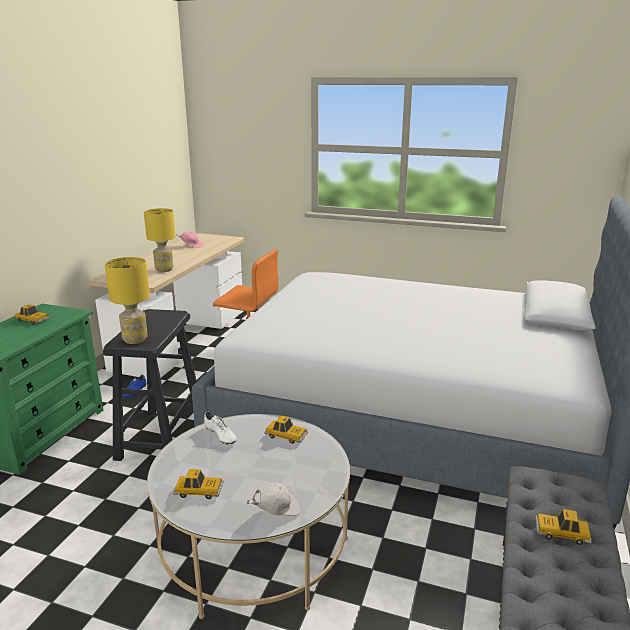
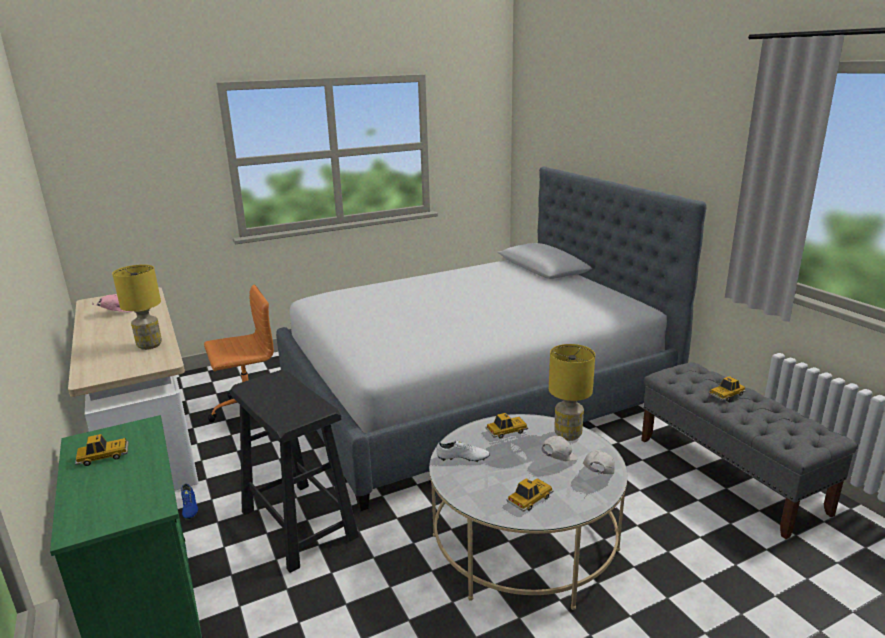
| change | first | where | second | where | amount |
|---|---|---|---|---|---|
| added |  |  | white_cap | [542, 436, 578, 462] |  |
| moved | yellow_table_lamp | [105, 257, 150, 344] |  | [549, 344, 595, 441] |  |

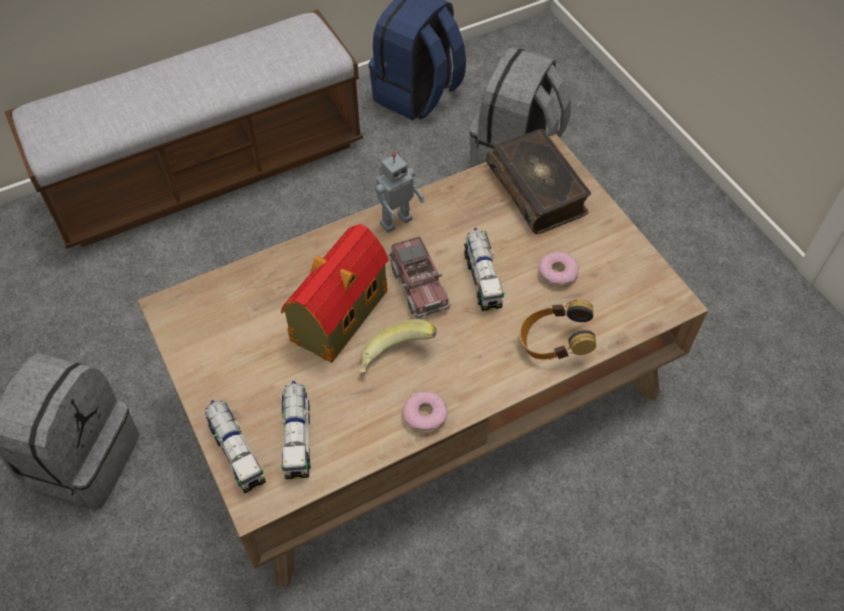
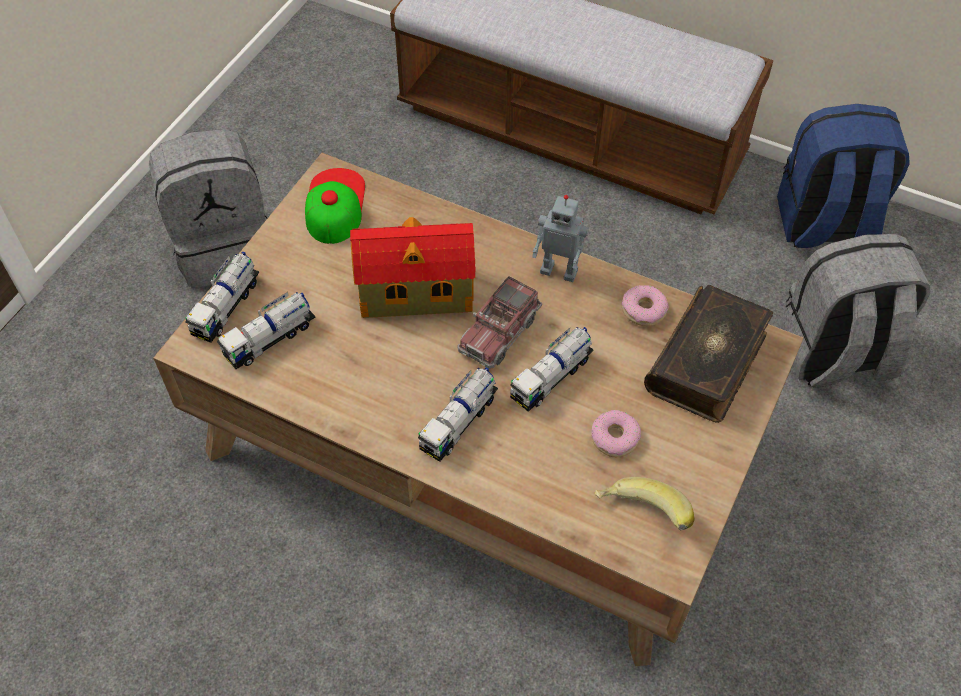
| change | first | where | second | where | amount |
|---|---|---|---|---|---|
| added |  |  | cap | [305, 168, 365, 244] |  |
| added |  |  | toy_truck | [418, 367, 498, 462] |  |
| moved | banana | [358, 319, 436, 373] |  | [594, 477, 694, 530] |  |
| moved | donut | [403, 391, 448, 434] |  | [622, 285, 669, 326] |  |
| removed | headphones | [520, 299, 596, 360] |  |  |  |

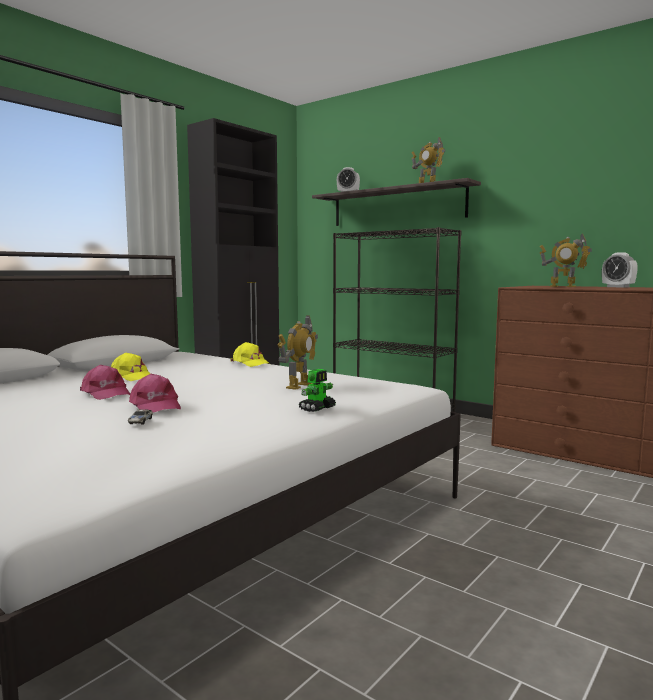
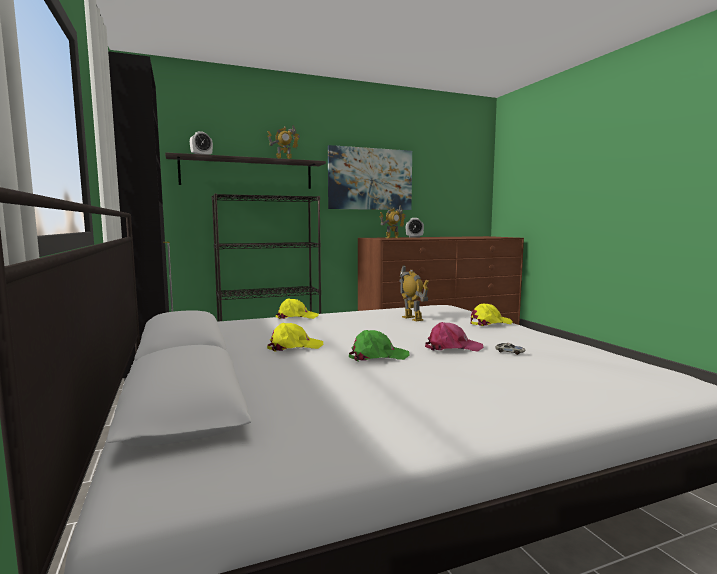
| change | first | where | second | where | amount |
|---|---|---|---|---|---|
| added |  |  | picture | [328, 145, 412, 210] |  |
| recoloured | pink_cap | [80, 365, 130, 400] | green_cap | [349, 330, 409, 361] |  |
| replaced | toy_robot | [299, 369, 336, 412] | yellow_cap | [470, 303, 513, 326] |  |

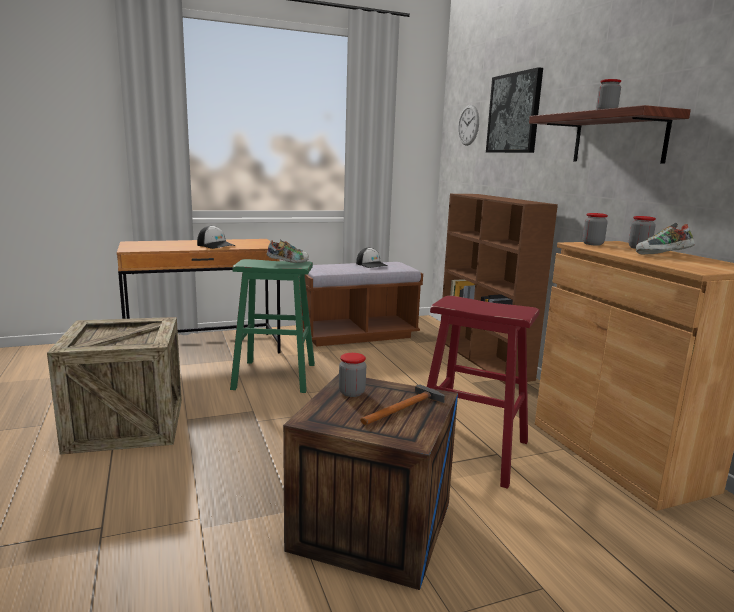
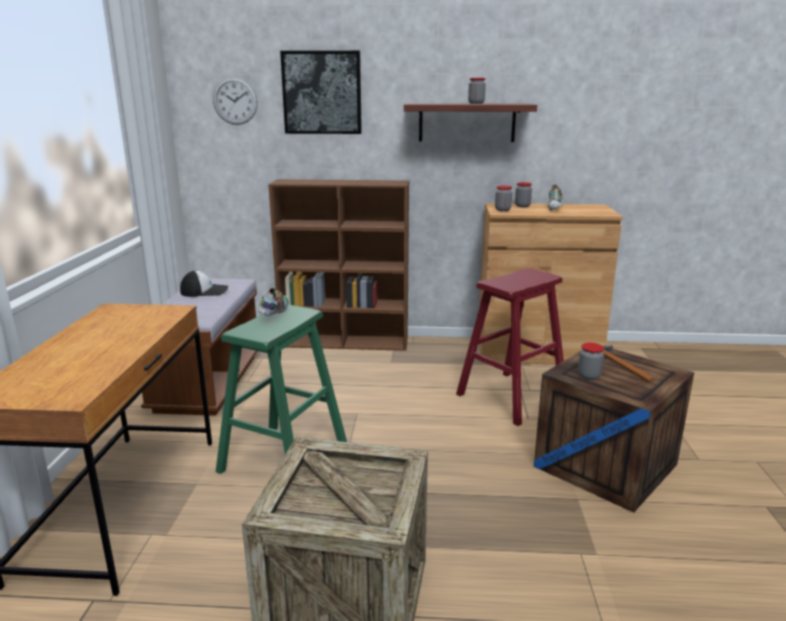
| change | first | where | second | where | amount |
|---|---|---|---|---|---|
| removed | cap | [197, 225, 236, 249] |  |  |  |

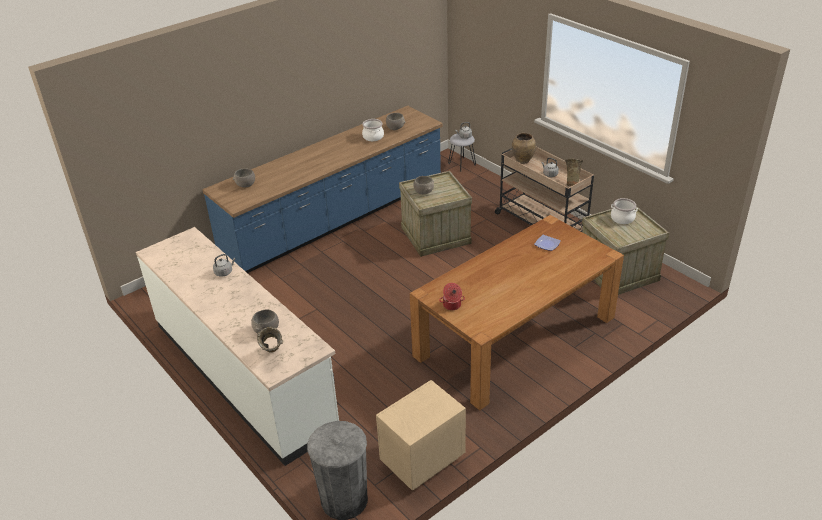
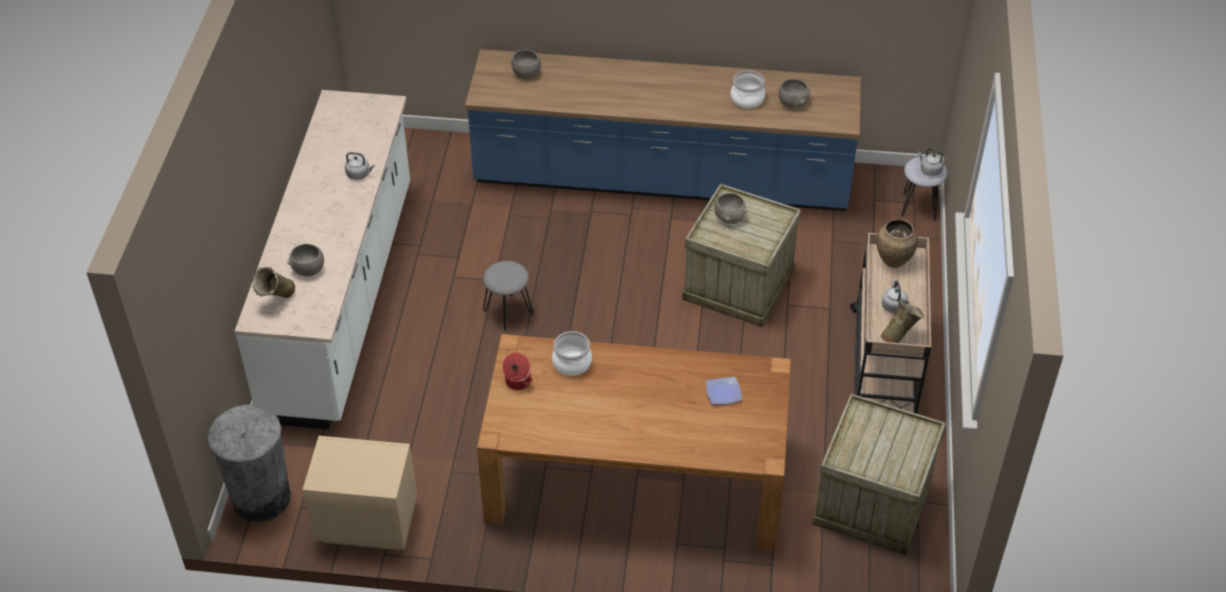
| change | first | where | second | where | amount |
|---|---|---|---|---|---|
| added |  |  | grey_stool | [483, 261, 533, 332] |  |
| moved | cooking_pot | [611, 198, 638, 224] |  | [552, 331, 592, 376] |  |

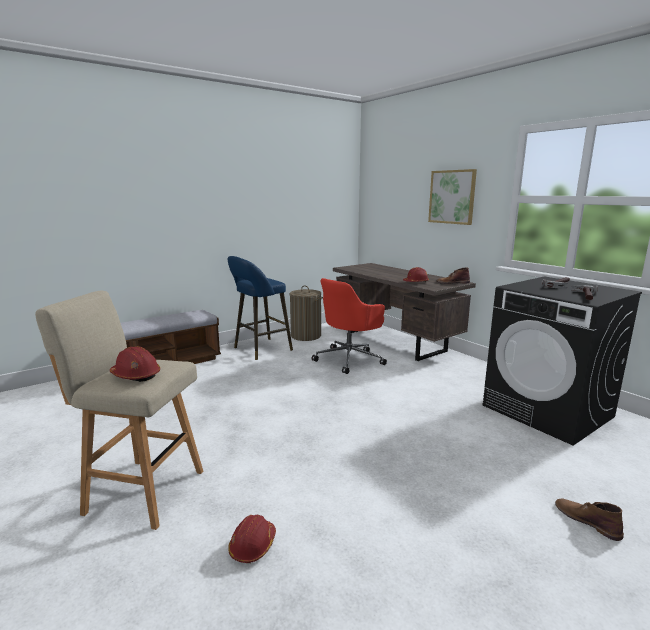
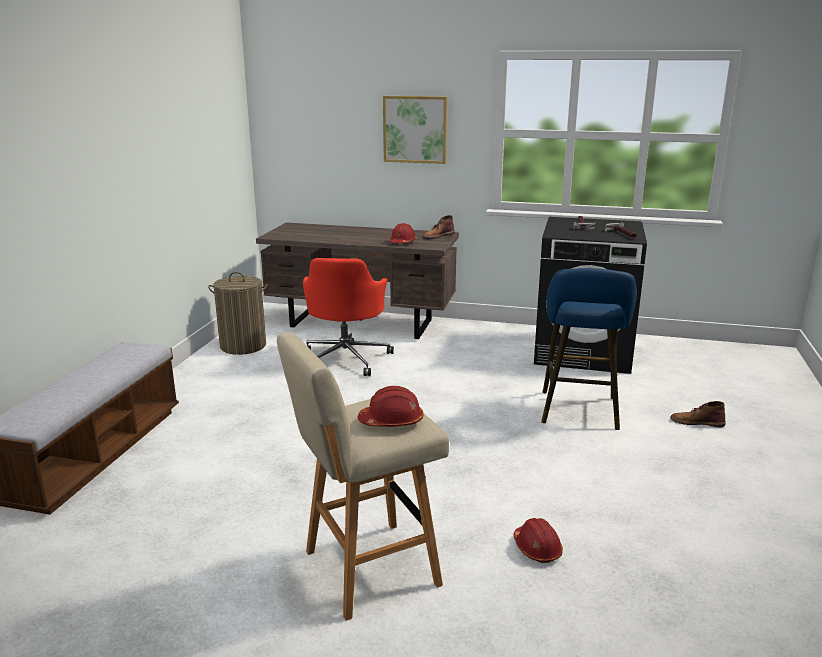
| change | first | where | second | where | amount |
|---|---|---|---|---|---|
| moved | blue_stool | [228, 256, 293, 360] |  | [541, 268, 637, 430] |  |

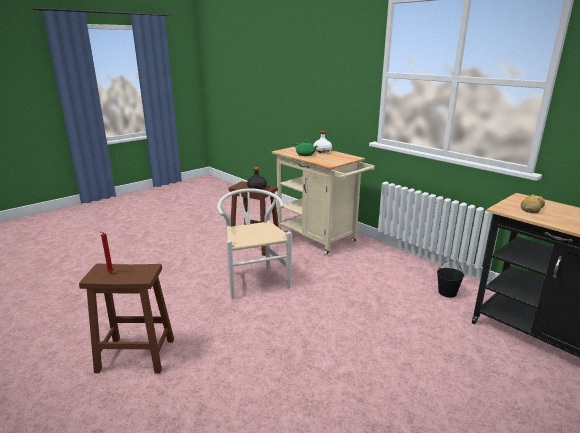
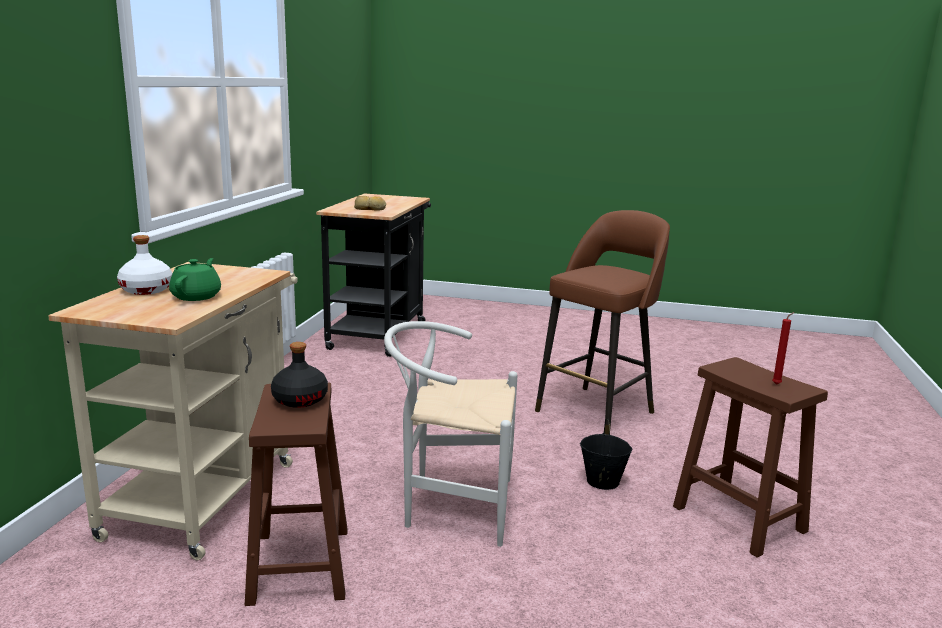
| change | first | where | second | where | amount |
|---|---|---|---|---|---|
| turned | white_chair | [217, 188, 291, 299] |  | [384, 321, 518, 547] | 60 degrees clockwise |
| added |  |  | brown_stool | [535, 210, 670, 435] |  |
| moved | black_bucket | [437, 260, 464, 298] |  | [580, 419, 632, 490] |  |

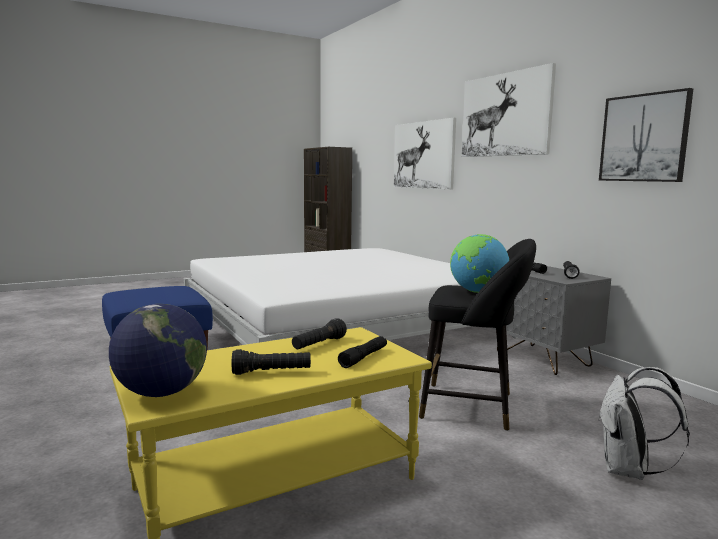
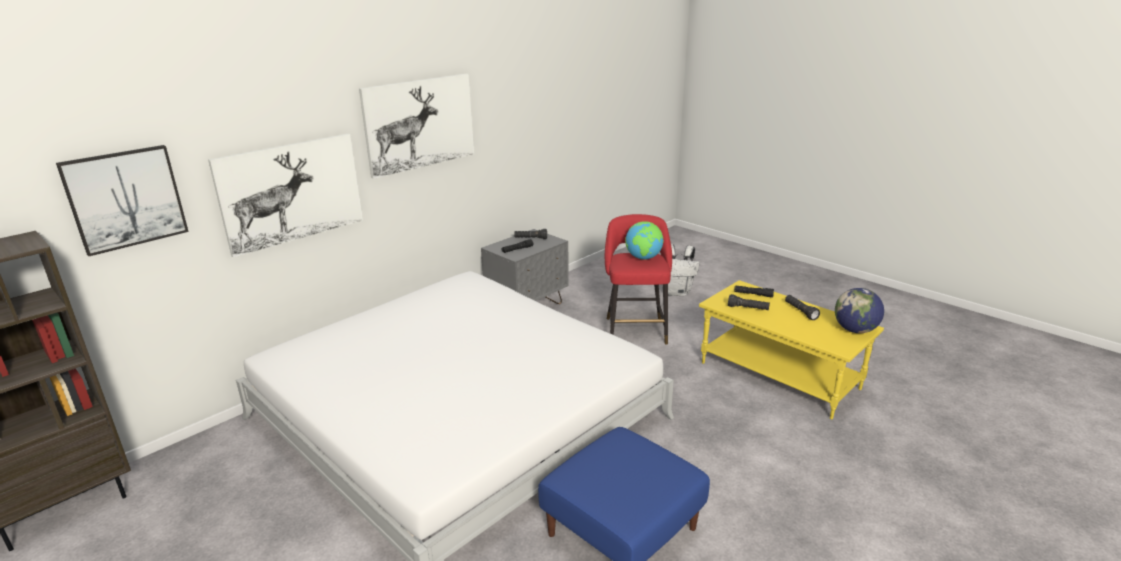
| change | first | where | second | where | amount |
|---|---|---|---|---|---|
| moved | picture | [599, 88, 693, 182] |  | [56, 145, 189, 256] |  |
| recoloured | black_stool | [419, 239, 536, 431] | red_stool | [605, 214, 672, 345] |  |

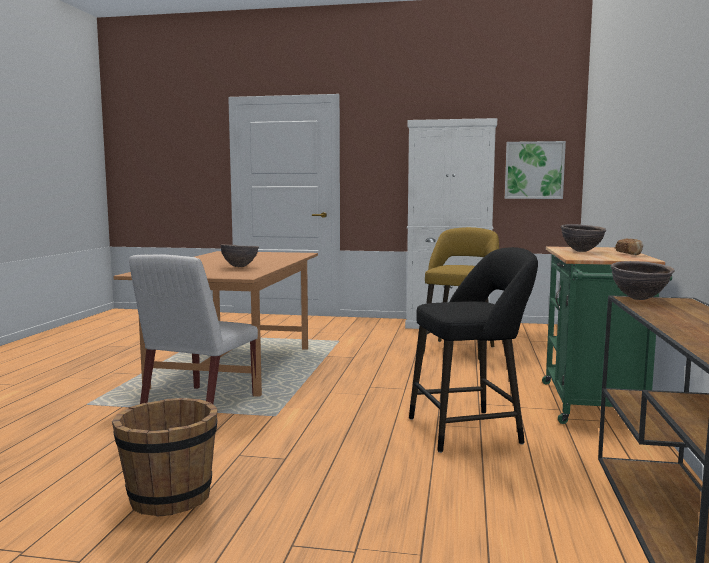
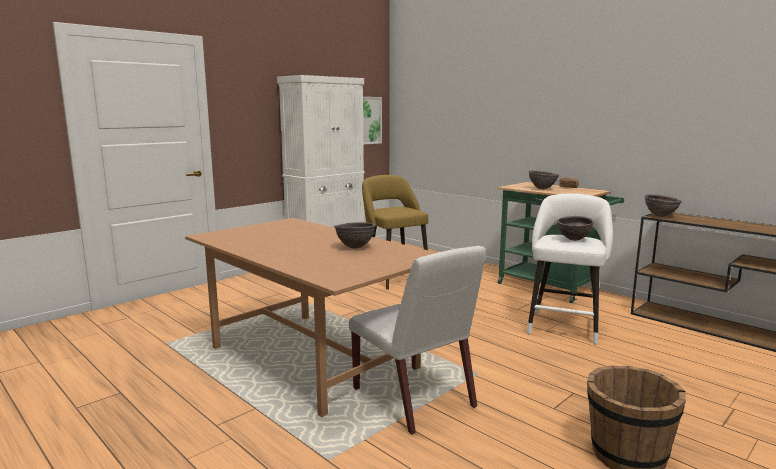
| change | first | where | second | where | amount |
|---|---|---|---|---|---|
| recoloured | black_stool | [409, 247, 538, 453] | white_stool | [527, 193, 613, 345] |  |
| added |  |  | brown_bowl | [557, 216, 594, 241] |  |

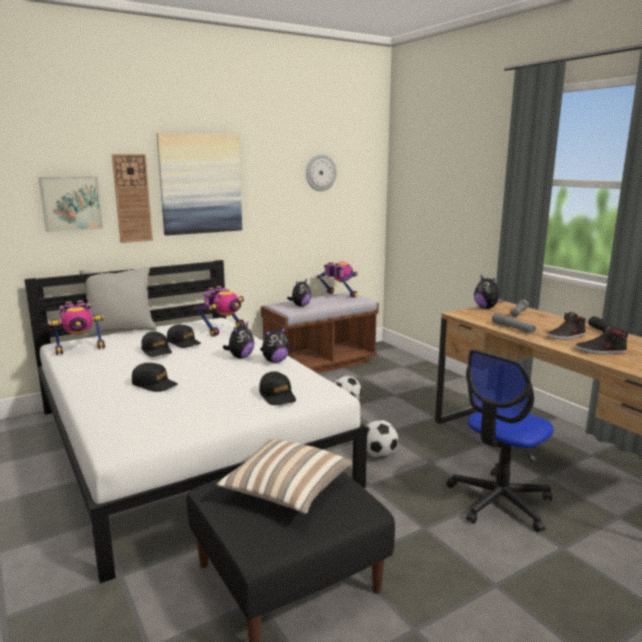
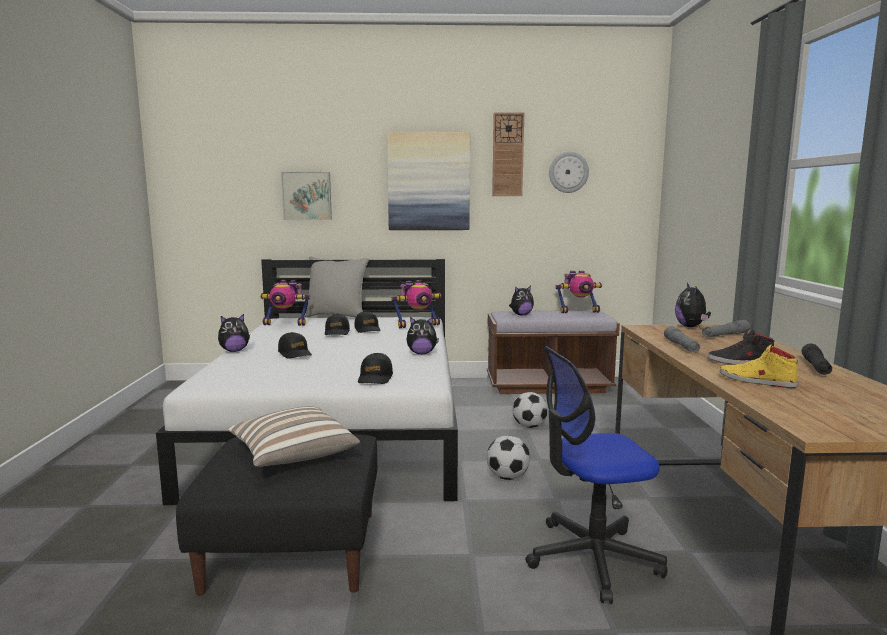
| change | first | where | second | where | amount |
|---|---|---|---|---|---|
| moved | plush_toy | [223, 322, 254, 358] |  | [218, 314, 250, 352] |  |
| moved | wall_clock | [112, 154, 153, 243] |  | [492, 112, 524, 196] |  |
| turned | toy_robot | [317, 262, 358, 298] |  | [555, 271, 602, 313] | 105 degrees clockwise |
| recoloured | black_shoe | [575, 326, 627, 354] | yellow_shoe | [720, 344, 799, 388] |  |

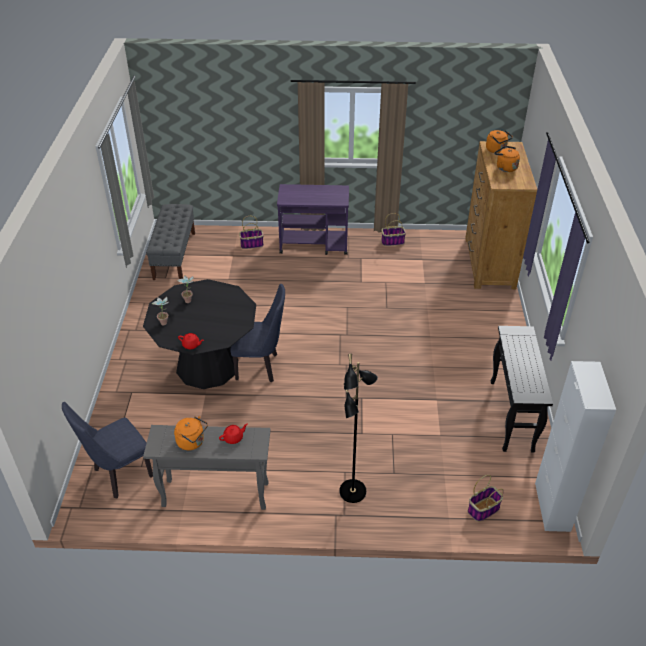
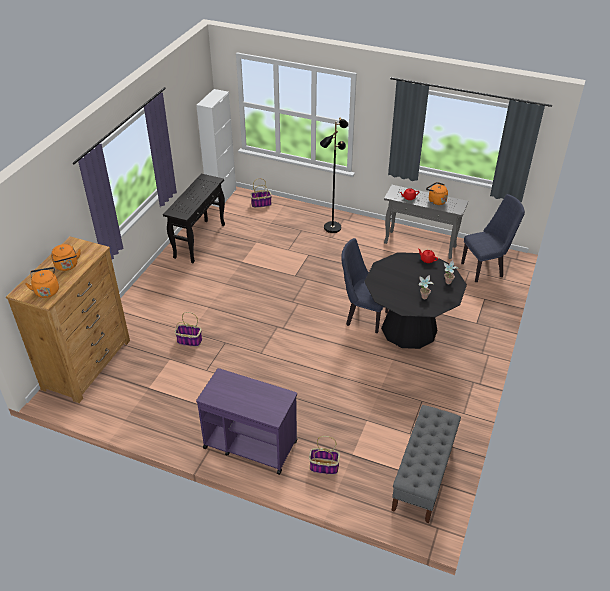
| change | first | where | second | where | amount |
|---|---|---|---|---|---|
| moved | basket | [381, 213, 406, 246] |  | [175, 312, 202, 347] |  |

